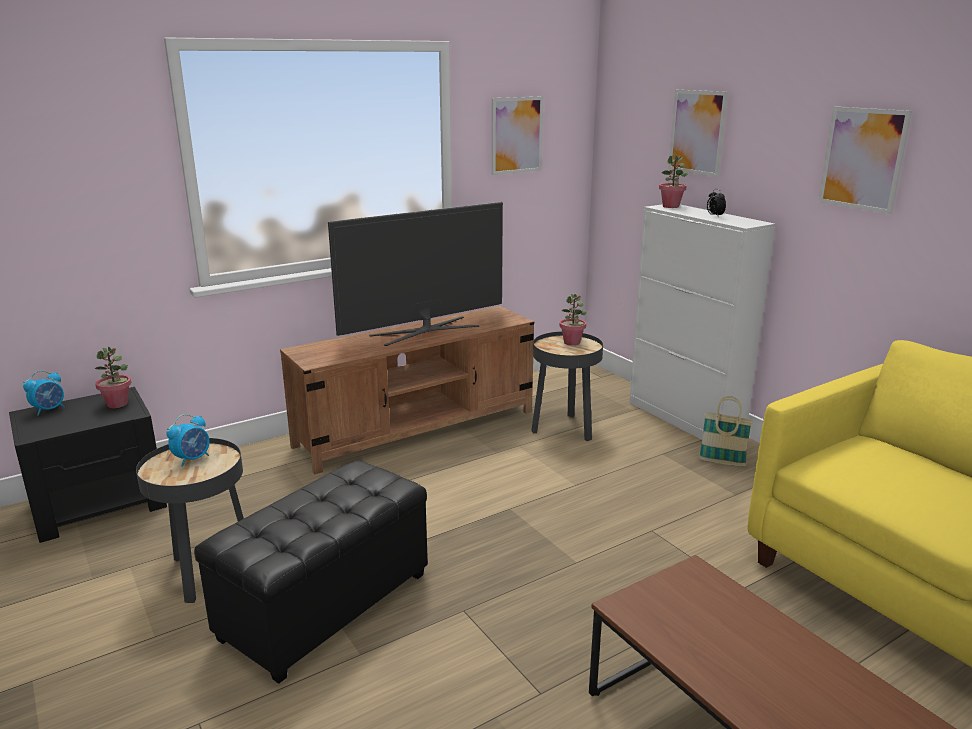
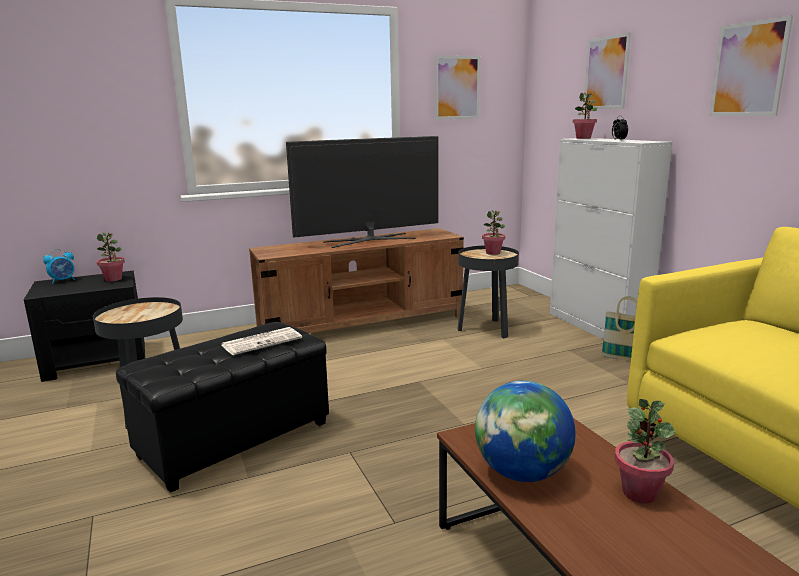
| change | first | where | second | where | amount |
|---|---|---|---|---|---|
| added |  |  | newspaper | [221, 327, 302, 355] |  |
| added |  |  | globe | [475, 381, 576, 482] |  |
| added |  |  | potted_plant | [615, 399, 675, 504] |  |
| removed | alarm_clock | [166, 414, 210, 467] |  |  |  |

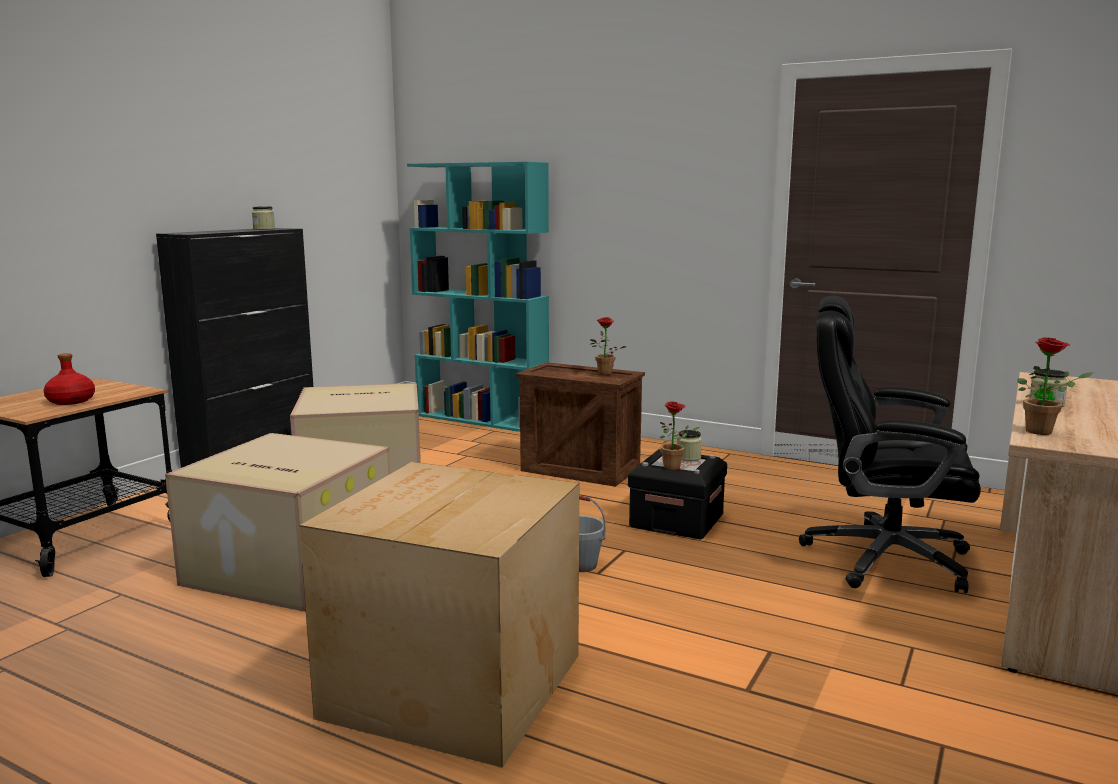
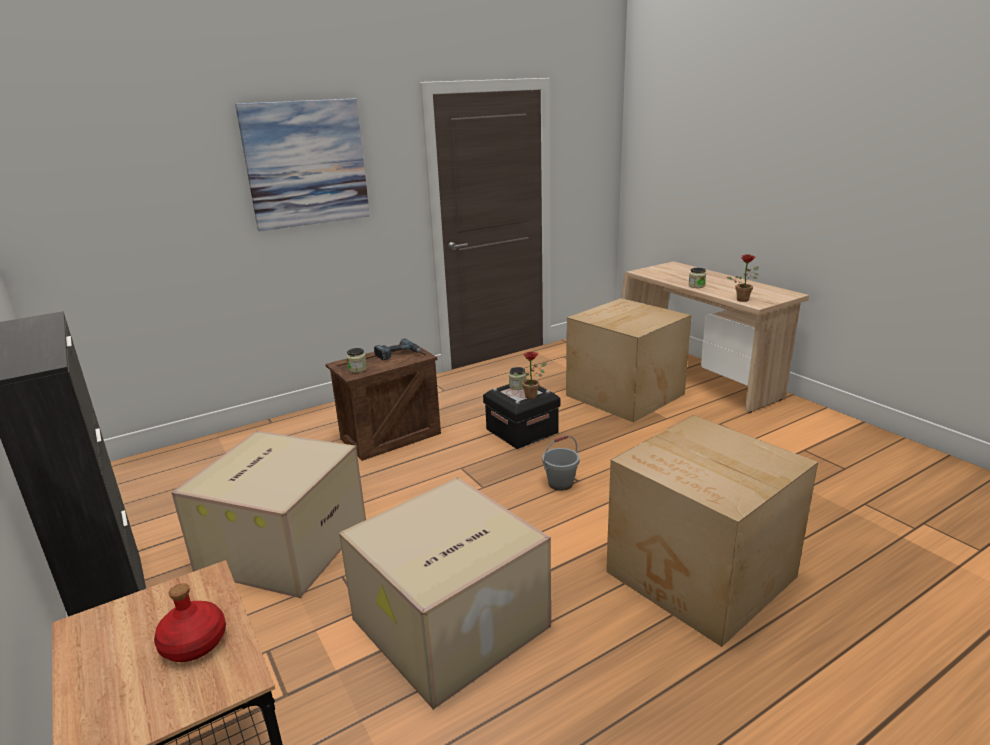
| change | first | where | second | where | amount |
|---|---|---|---|---|---|
| added |  |  | picture | [235, 98, 370, 231] |  |
| moved | jar | [252, 207, 275, 230] |  | [347, 348, 367, 373] |  |
| replaced | potted_plant | [591, 317, 627, 375] | power_drill | [374, 339, 421, 360] |  |
| replaced | black_office_chair | [799, 296, 981, 593] | cardboard_box | [566, 298, 692, 423] |  |
| removed | turquoise_bookcase | [407, 162, 549, 432] |  |  |  |

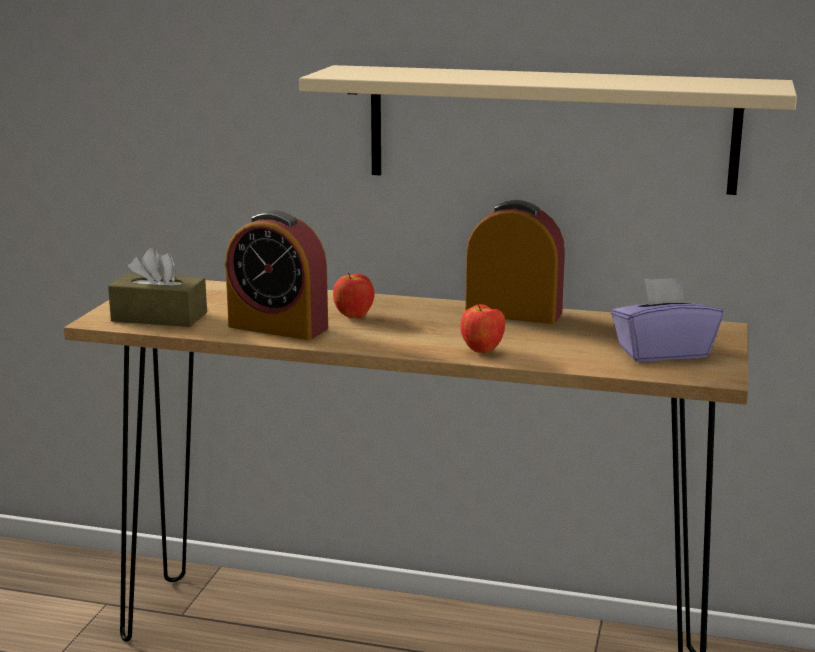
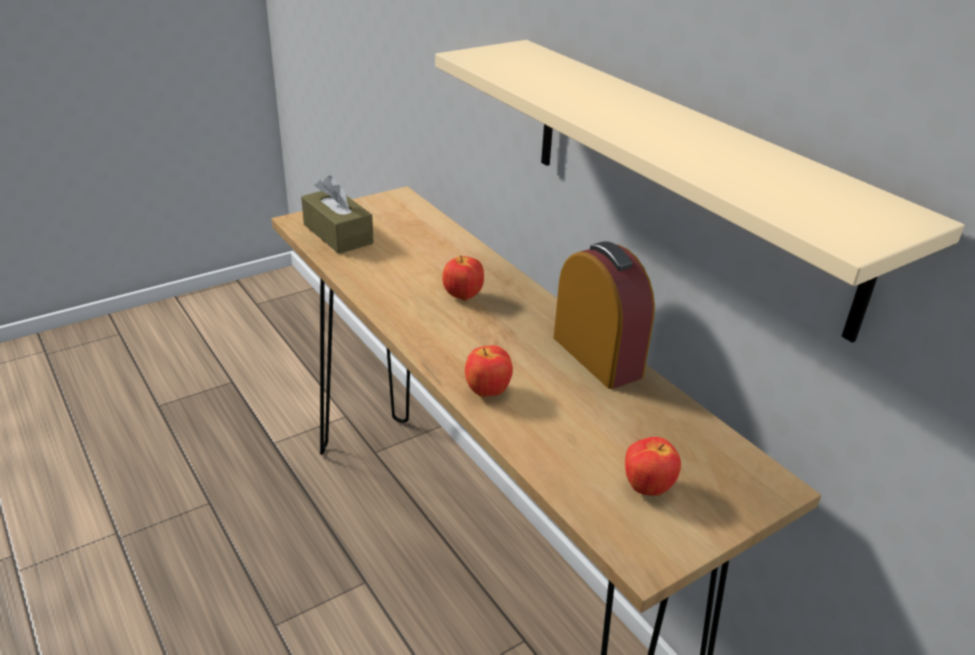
| change | first | where | second | where | amount |
|---|---|---|---|---|---|
| replaced | purple_tissue_box | [611, 277, 723, 362] | apple | [625, 437, 681, 496] |  |
| removed | alarm_clock | [225, 210, 328, 340] |  |  |  |

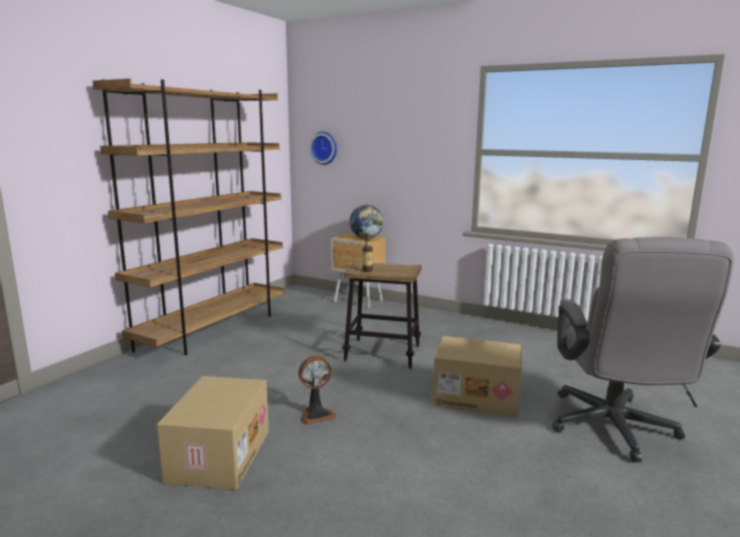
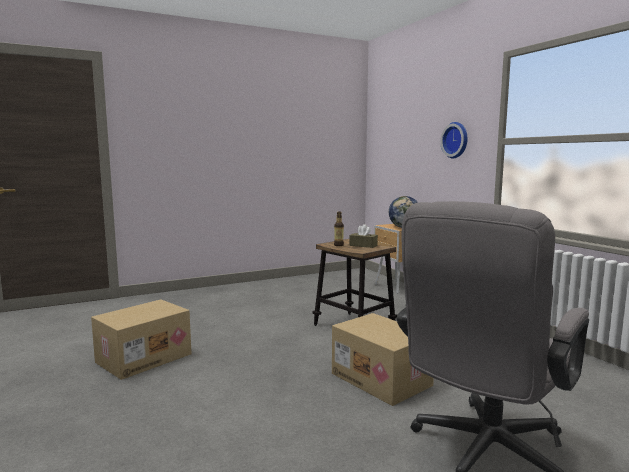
| change | first | where | second | where | amount |
|---|---|---|---|---|---|
| added |  |  | brown_tissue_box | [349, 224, 378, 248] |  |
| moved | wall_clock | [309, 132, 337, 165] |  | [440, 122, 468, 158] |  |
| removed | brown_bookcase | [93, 79, 284, 355] |  |  |  |
| removed | fan | [298, 355, 336, 425] |  |  |  |

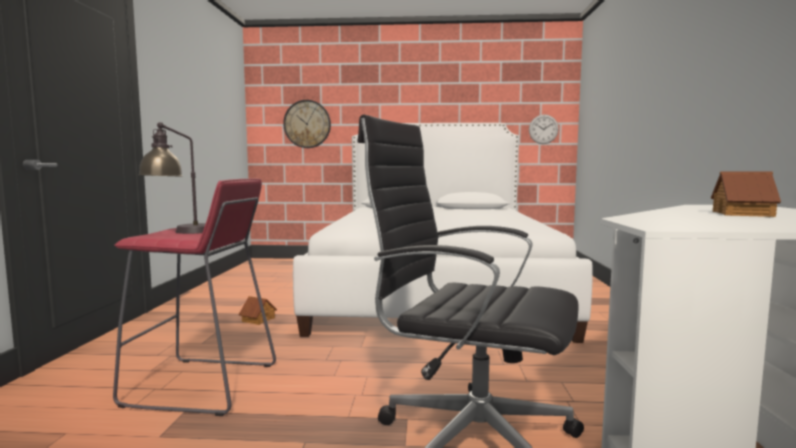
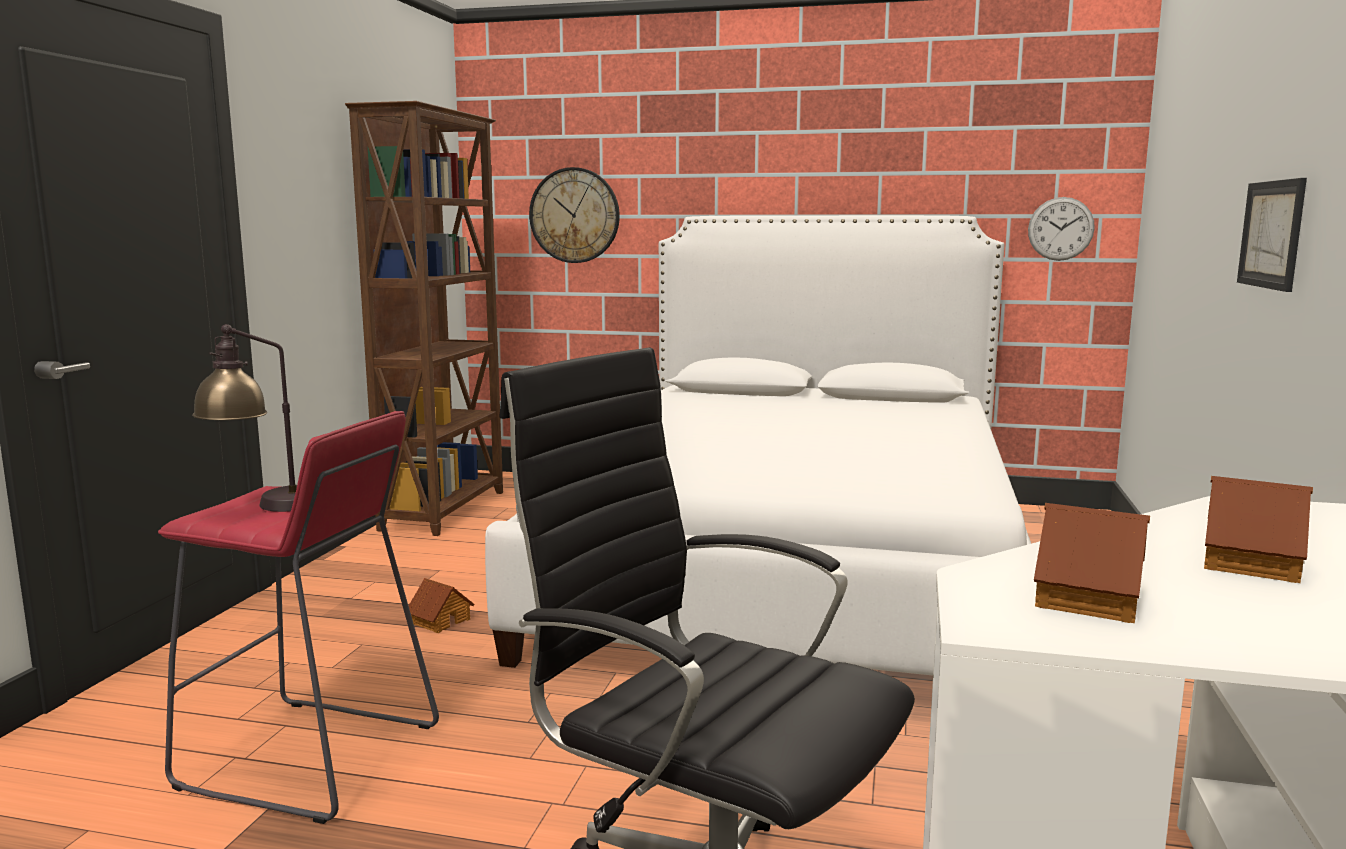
| change | first | where | second | where | amount |
|---|---|---|---|---|---|
| added |  |  | brown_bookcase | [345, 101, 503, 536] |  |
| added |  |  | toy_house | [1034, 503, 1150, 623] |  |
| added |  |  | picture | [1237, 178, 1307, 292] |  |

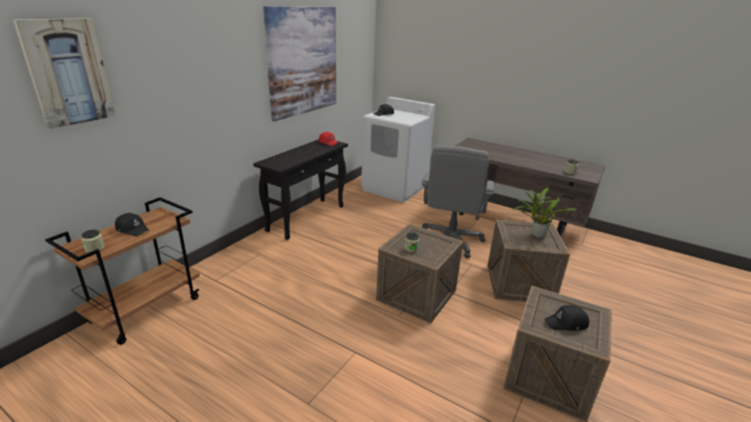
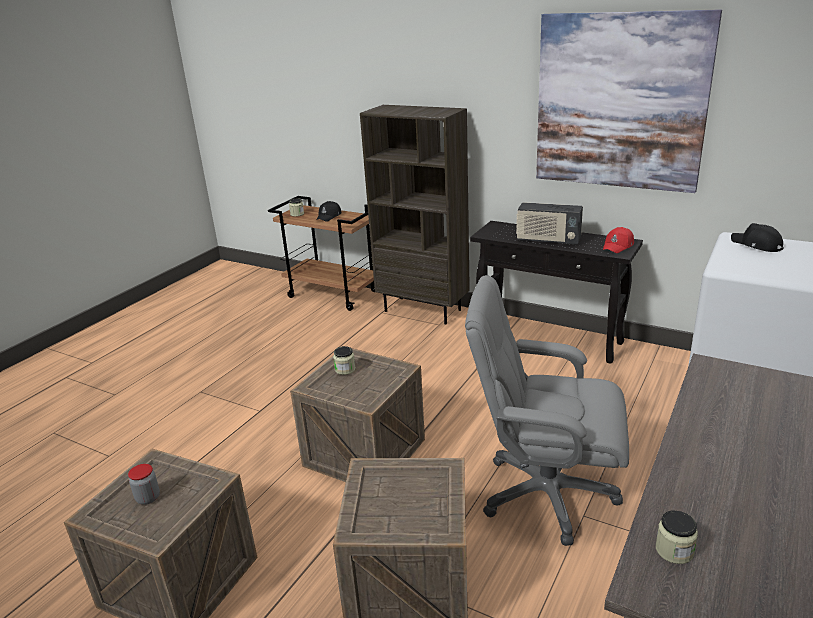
| change | first | where | second | where | amount |
|---|---|---|---|---|---|
| replaced | black_cap | [545, 305, 589, 331] | jar | [128, 464, 160, 505] |  |
| added |  |  | brown_bookcase | [360, 105, 470, 325] |  |
| added |  |  | radio | [516, 202, 583, 245] |  |
| removed | picture | [13, 18, 116, 129] |  |  |  |
| removed | potted_plant | [514, 188, 576, 238] |  |  |  |

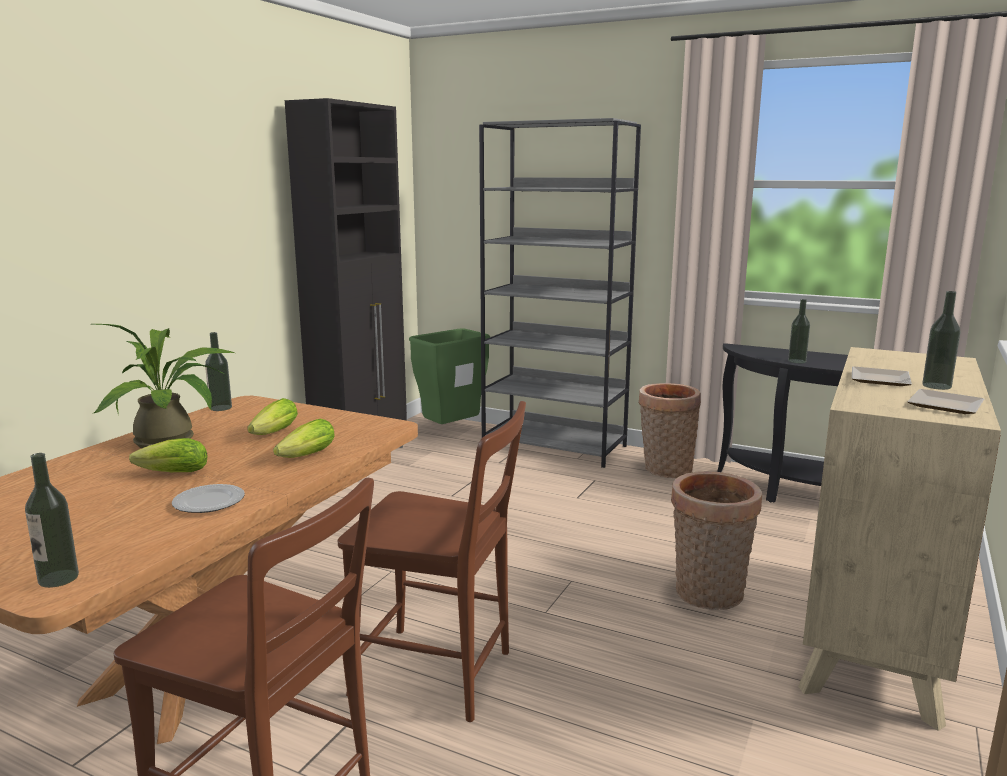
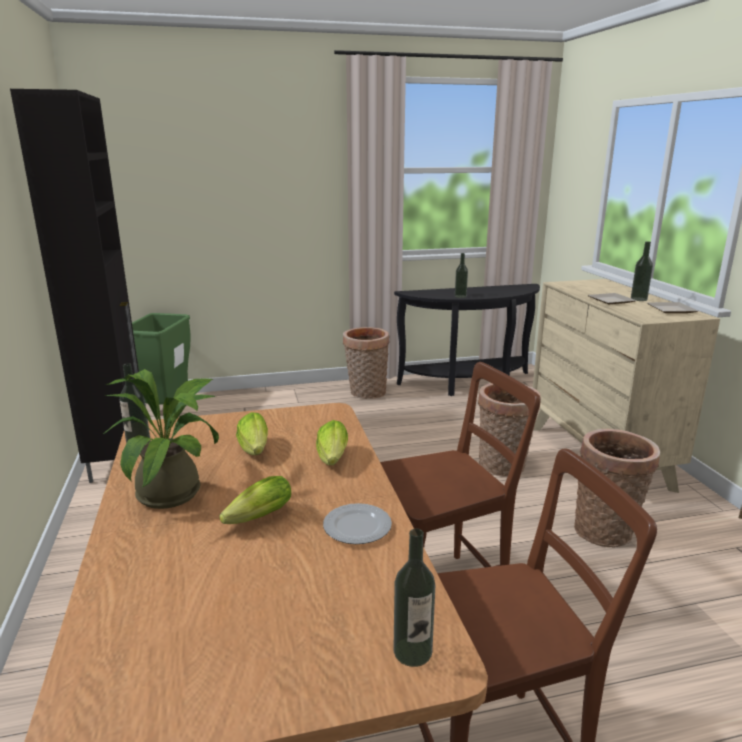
| change | first | where | second | where | amount |
|---|---|---|---|---|---|
| added |  |  | basket | [574, 429, 660, 547] |  |
| removed | grey_bookcase | [479, 118, 641, 468] |  |  |  |

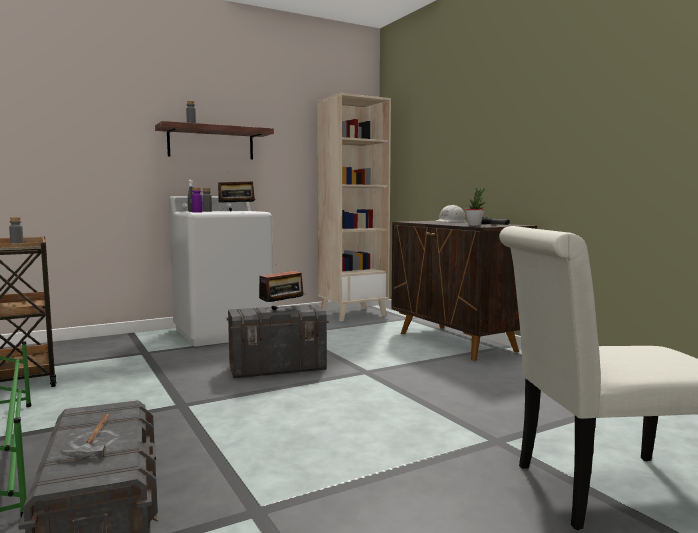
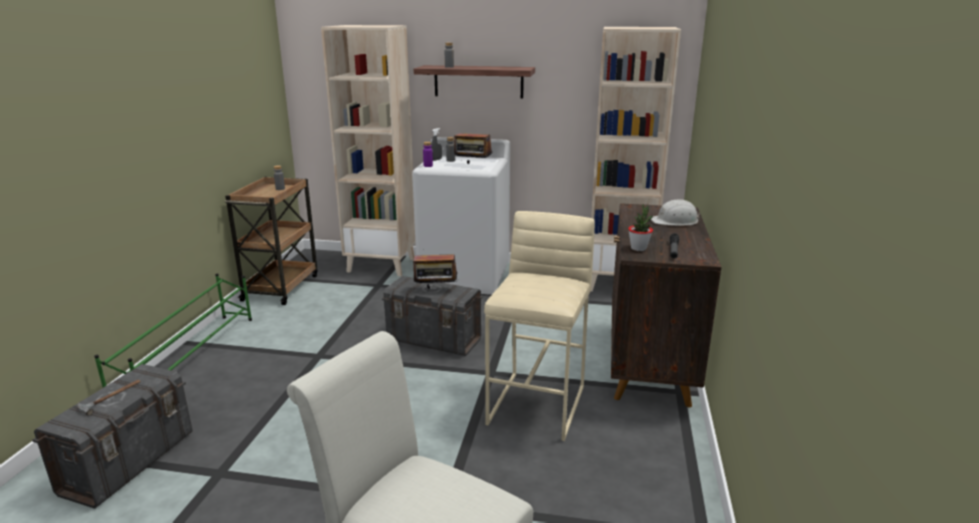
| change | first | where | second | where | amount |
|---|---|---|---|---|---|
| added |  |  | beige_bookcase | [321, 25, 415, 276] |  |
| added |  |  | beige_stool | [484, 211, 595, 441] |  |

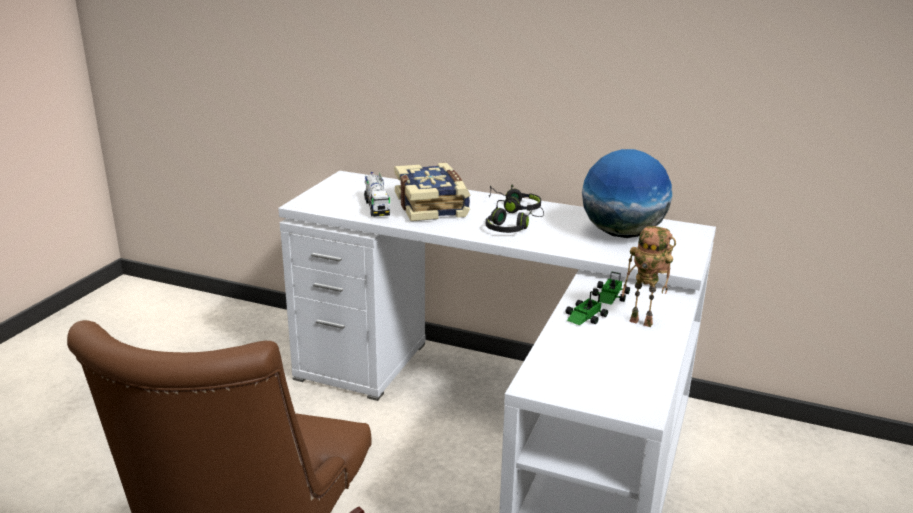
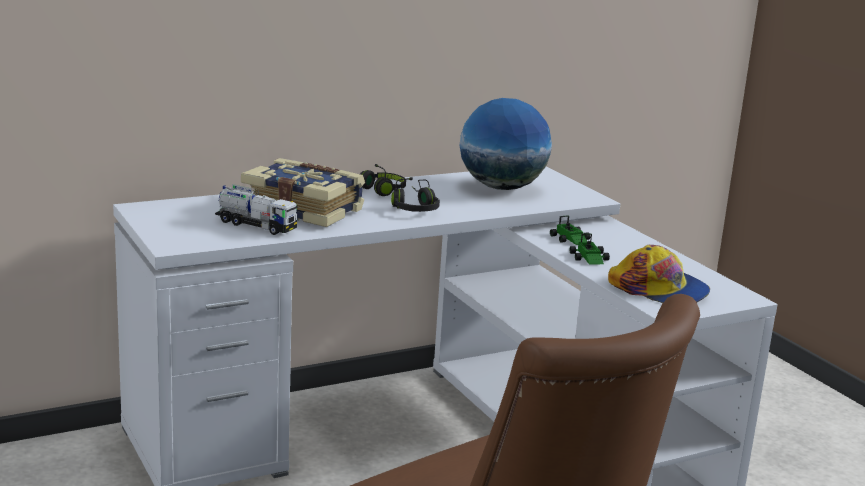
| change | first | where | second | where | amount |
|---|---|---|---|---|---|
| added |  |  | cap | [608, 245, 710, 303] |  |
| removed | toy_robot | [622, 226, 676, 327] |  |  |  |

